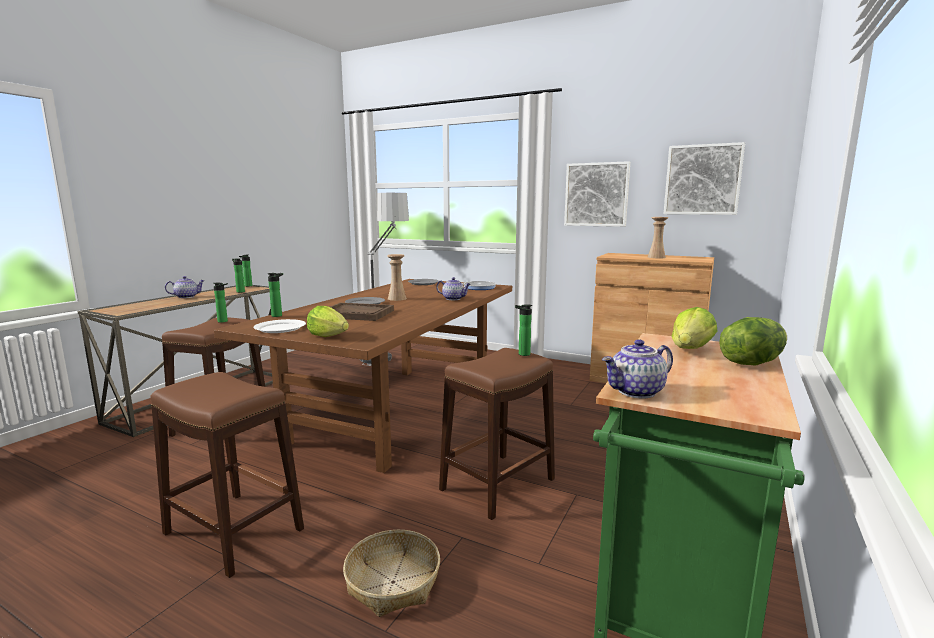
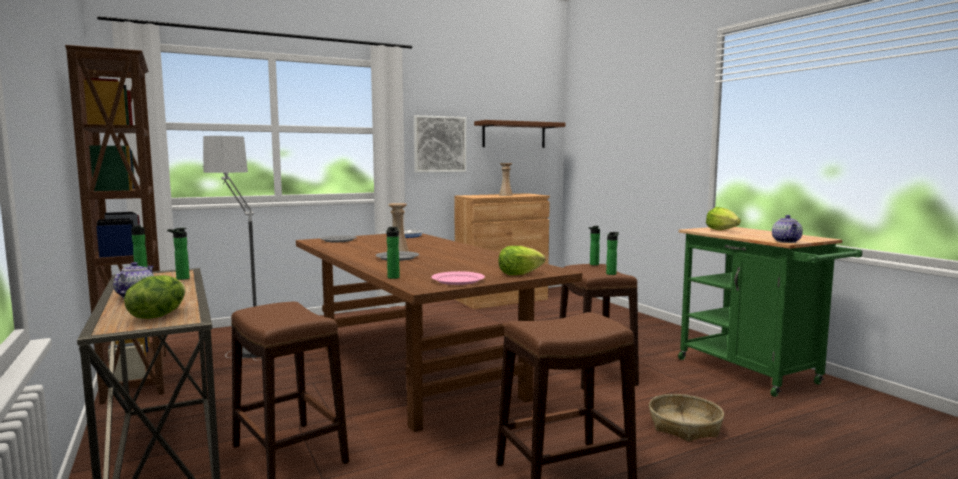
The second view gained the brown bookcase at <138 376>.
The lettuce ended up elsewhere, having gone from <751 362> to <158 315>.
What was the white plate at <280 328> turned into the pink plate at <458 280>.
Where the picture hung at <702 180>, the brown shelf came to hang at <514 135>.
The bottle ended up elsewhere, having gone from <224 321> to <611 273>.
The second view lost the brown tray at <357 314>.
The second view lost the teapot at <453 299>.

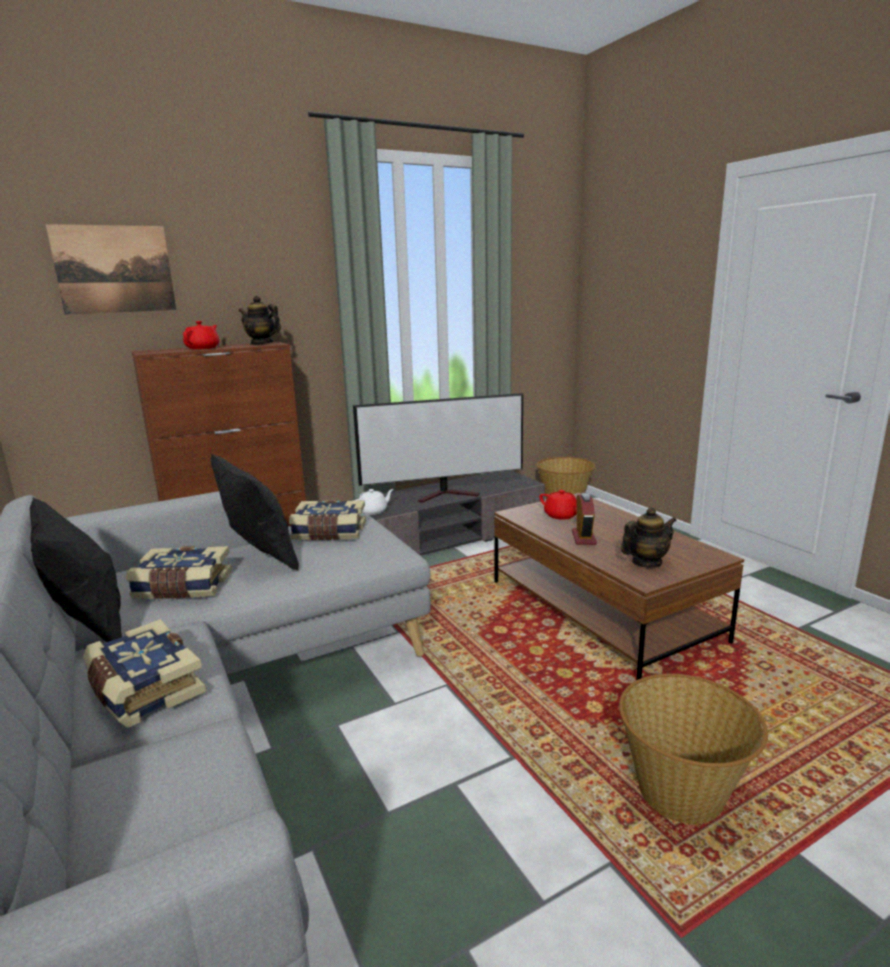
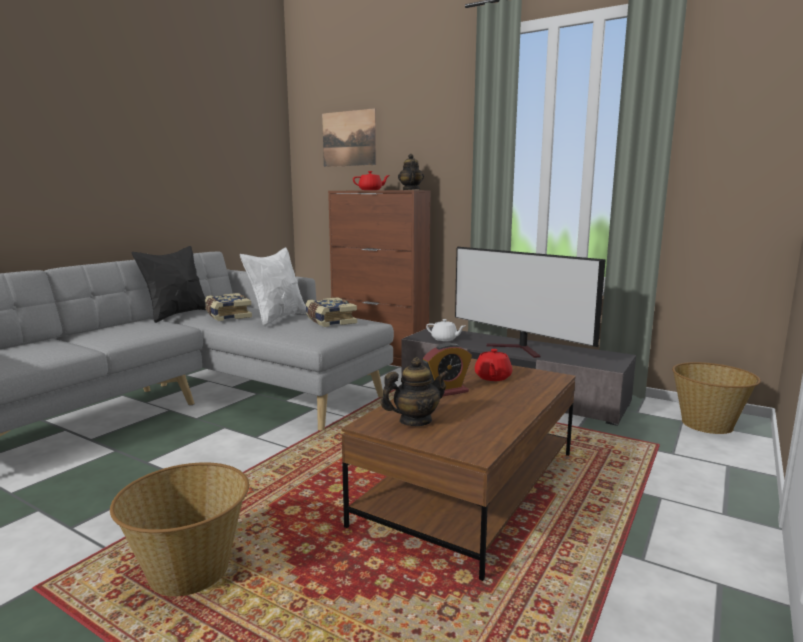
What was the black pillow at <260 558> turned into the white pillow at <277 319>.
The teapot at <646 562> ended up facing another way, 60 degrees counterclockwise from before.
The second view lost the book at <144 689>.

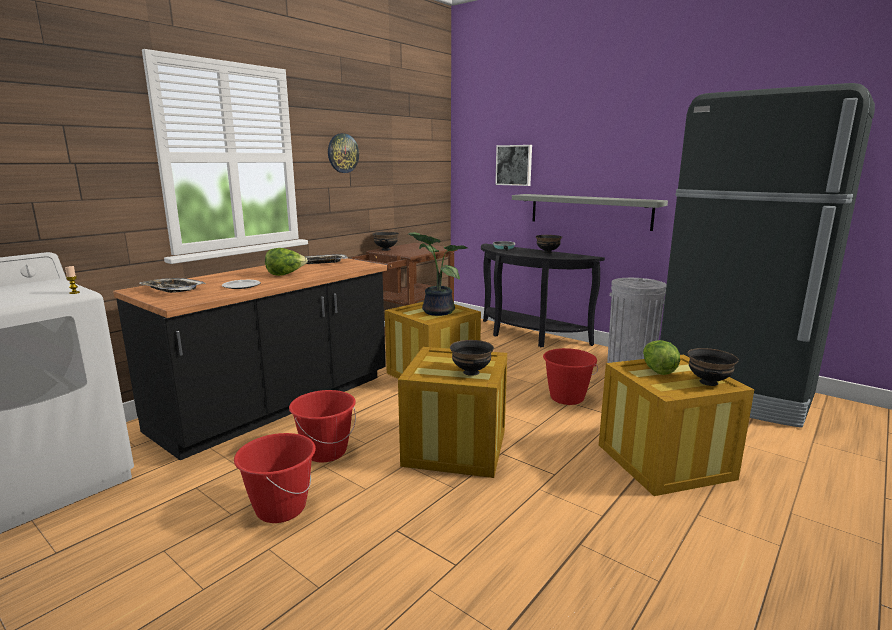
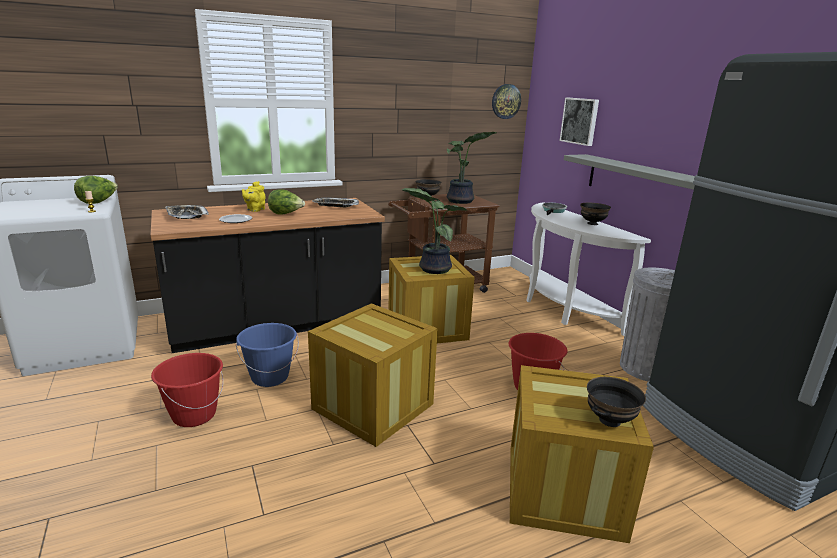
The lettuce ended up elsewhere, having gone from <657 370> to <98 202>.
What was the red bucket at <325 452> turned into the blue bucket at <270 377>.
The second view gained the yellow teapot at <255 210>.
The second view gained the potted plant at <461 201>.
The wall clock ended up elsewhere, having gone from <342 153> to <505 101>.
What was the black console table at <527 336> turned into the white console table at <561 309>.
The second view lost the black bowl at <471 372>.

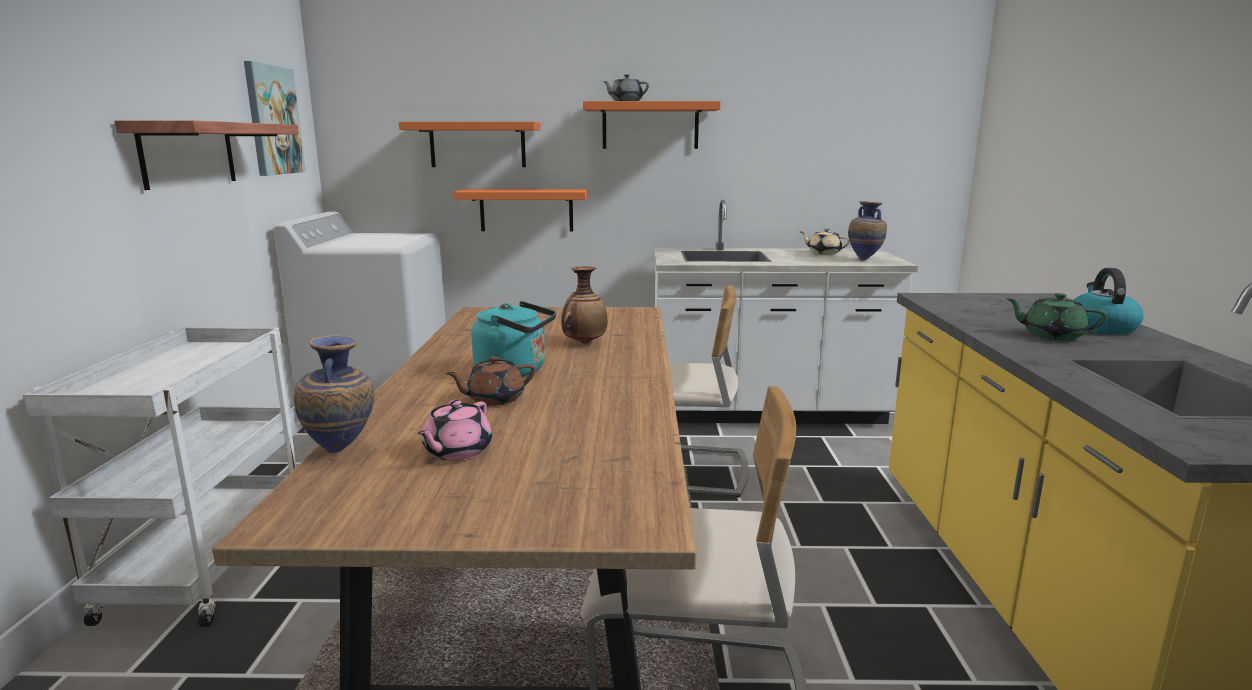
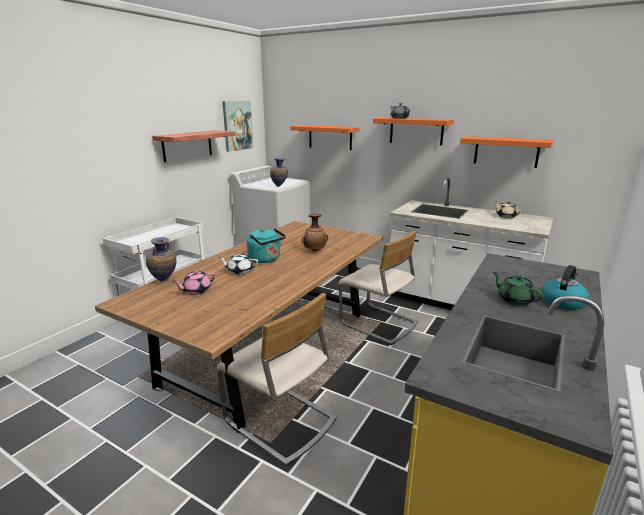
What was the brown teapot at <494 399> turned into the white teapot at <239 271>.
The vase ended up elsewhere, having gone from <865 259> to <279 186>.
The orange shelf ended up elsewhere, having gone from <526 210> to <506 151>.

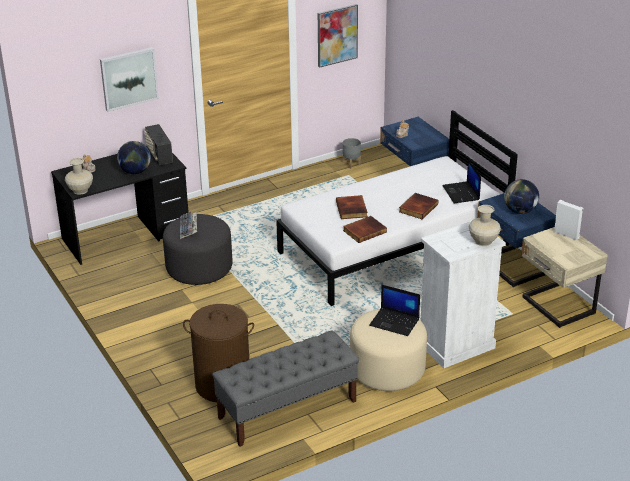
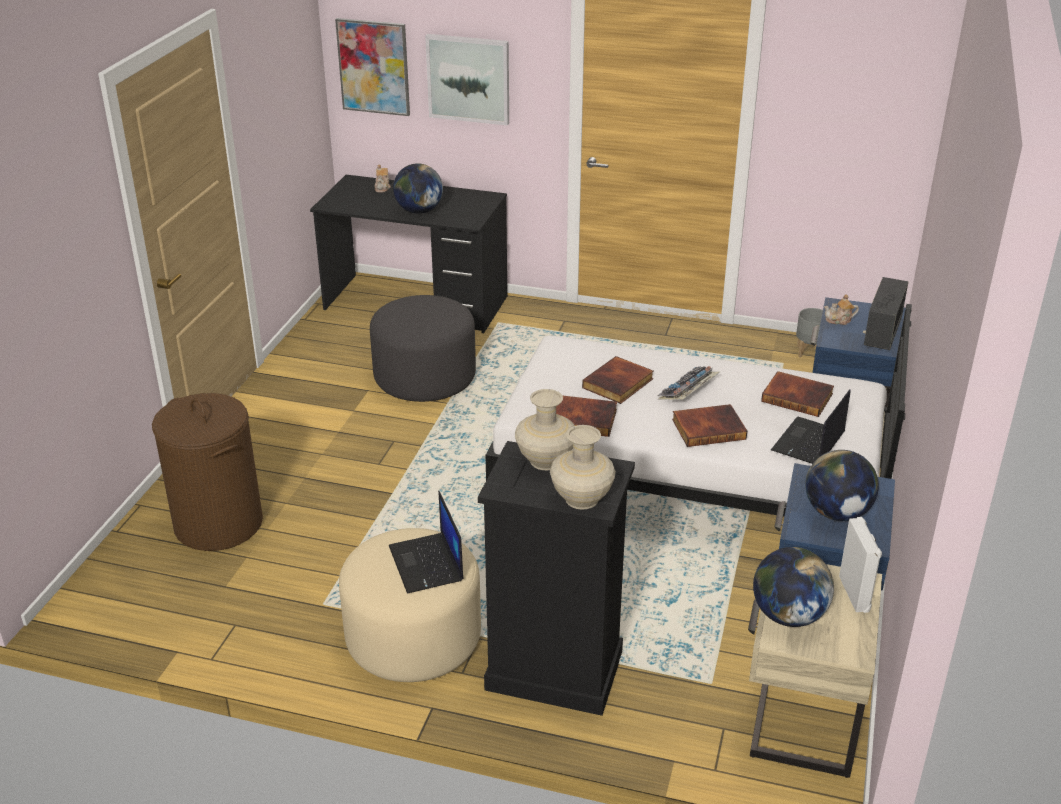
The picture ended up elsewhere, having gone from <337 35> to <373 67>.
What was the white dresser at <455 345> turned into the black dresser at <553 671>.
The beige vase ended up elsewhere, having gone from <80 191> to <545 461>.
The keyboard ended up elsewhere, having gone from <189 228> to <688 391>.
The second view gained the globe at <788 616>.
The second view gained the book at <798 397>.
The radio ended up elsewhere, having gone from <159 156> to <881 332>.
The second view lost the grey bench at <287 410>.

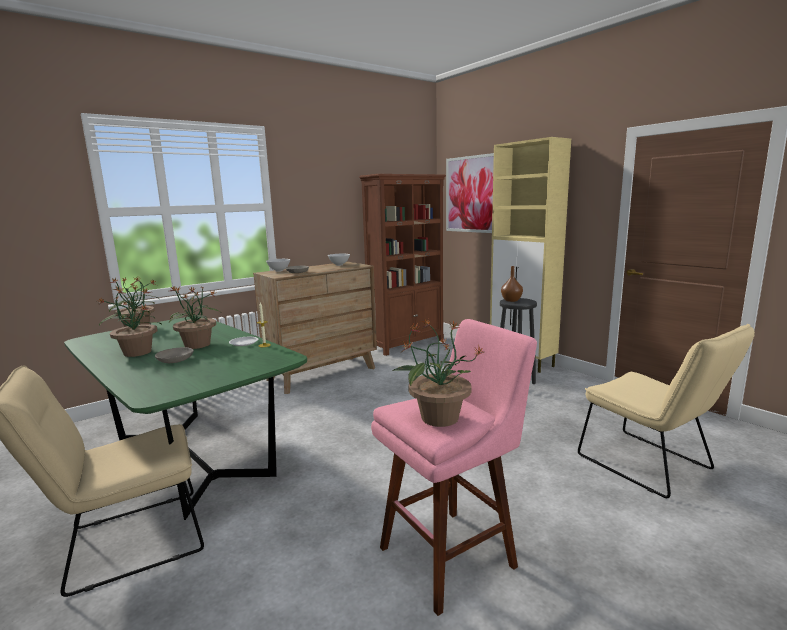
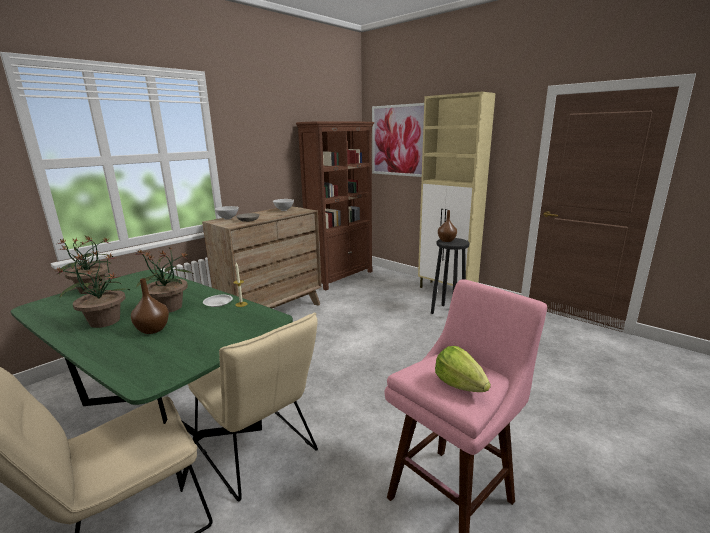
Where the grey bowl stood at <176 360>, the brown vase came to stand at <153 329>.
The beige chair ended up elsewhere, having gone from <651 466> to <260 452>.
Where the potted plant stood at <438 418>, the lettuce came to stand at <459 384>.

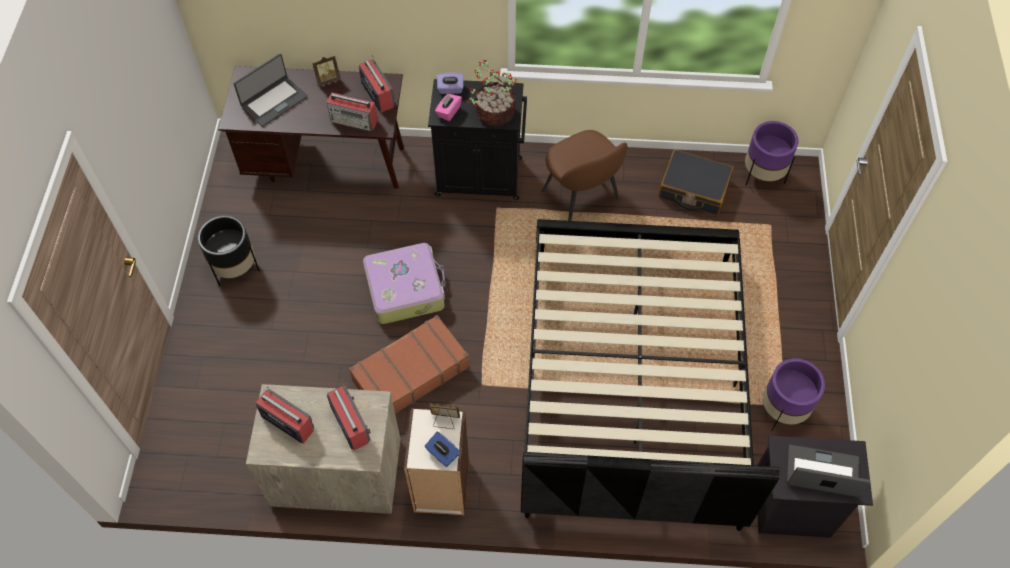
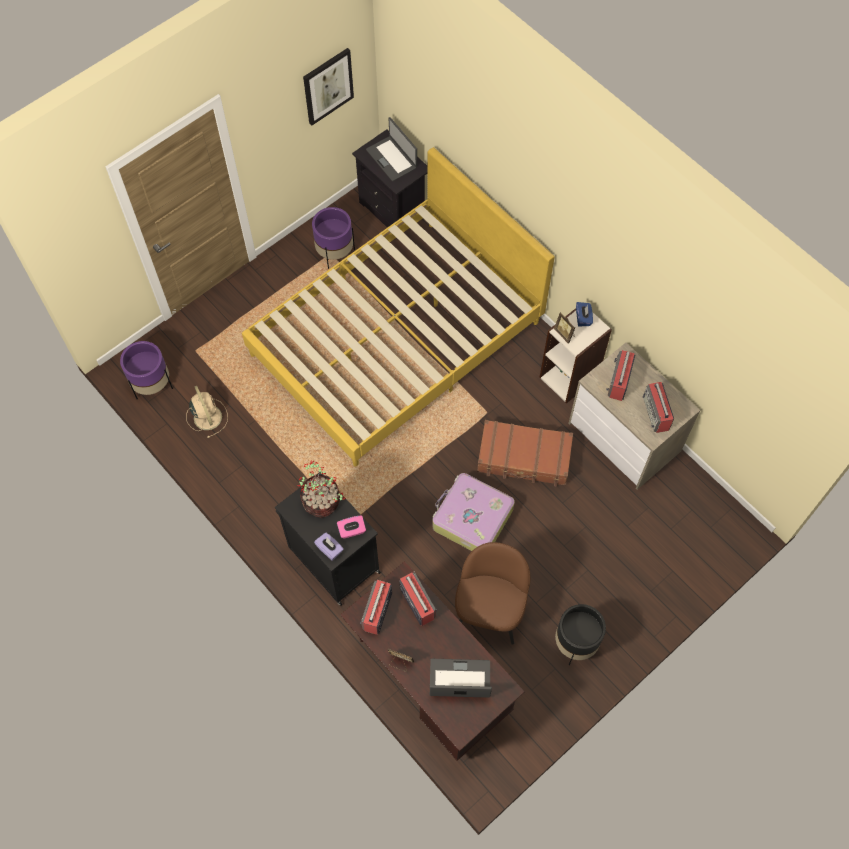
Where the black suitcase stood at <693 189>, the beige fan came to stand at <207 416>.
What was the black bed at <631 380> turned into the yellow bed at <397 338>.
The second view gained the picture at <328 86>.
The brown chair ended up elsewhere, having gone from <581 197> to <489 611>.

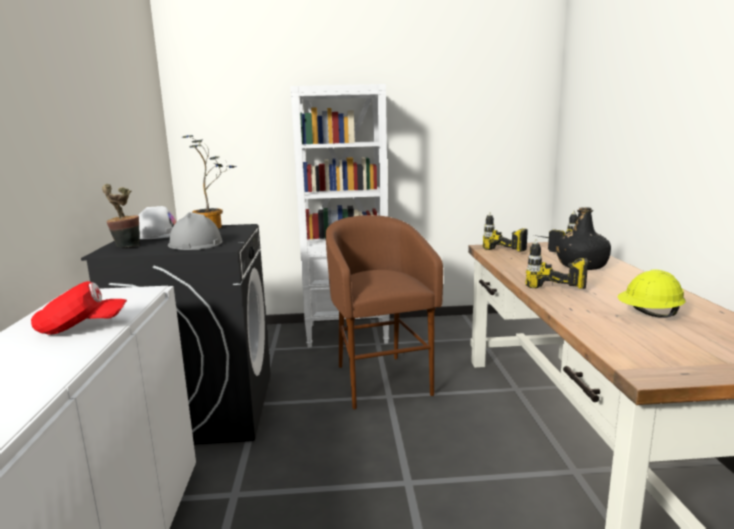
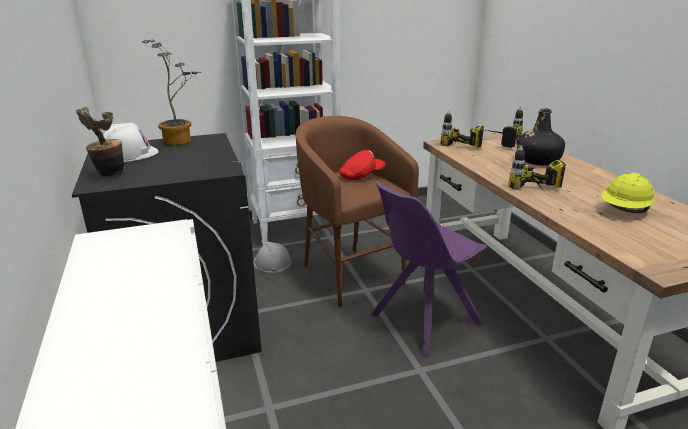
The grey hard hat ended up elsewhere, having gone from <195 244> to <272 263>.
The red cap ended up elsewhere, having gone from <81 327> to <361 176>.
The second view gained the purple chair at <423 320>.

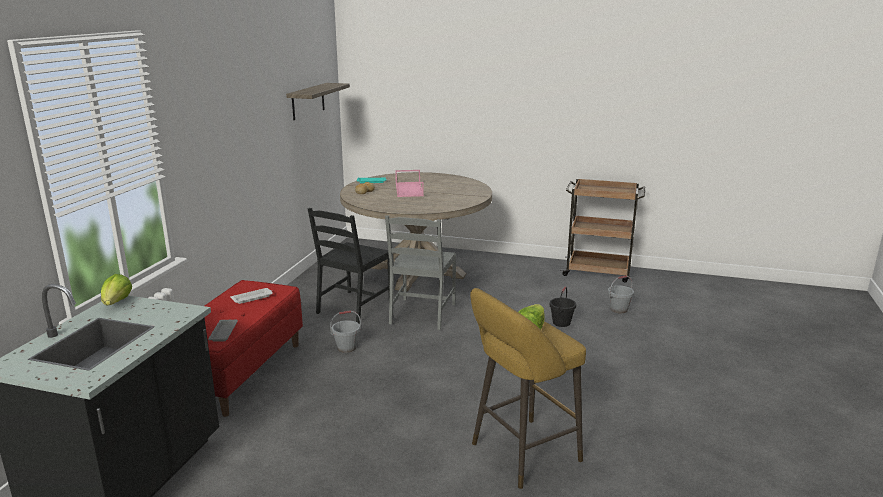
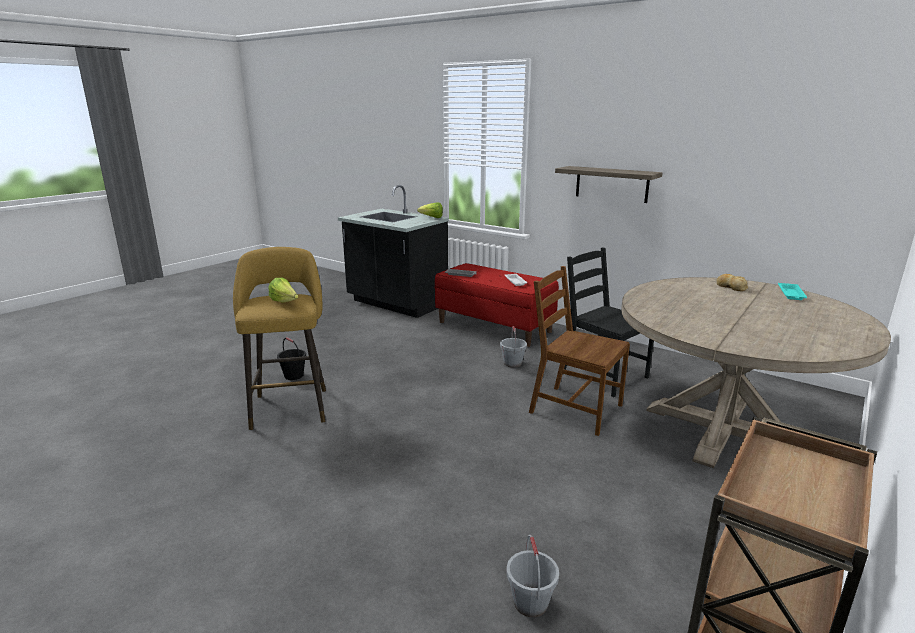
The black bucket ended up elsewhere, having gone from <561 323> to <294 375>.
What was the grey chair at <422 314> turned into the brown chair at <574 409>.
The shelf ended up elsewhere, having gone from <308 101> to <611 184>.
The second view lost the pink tray at <408 189>.

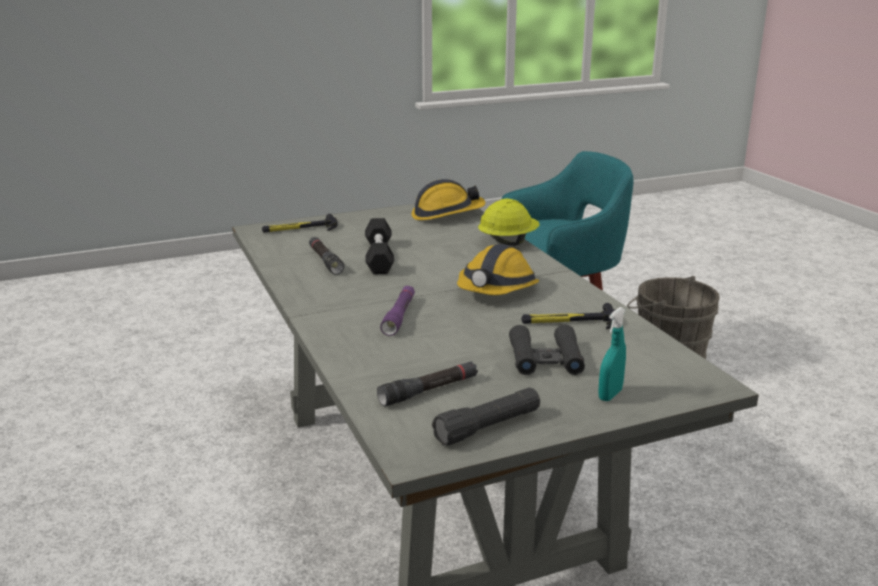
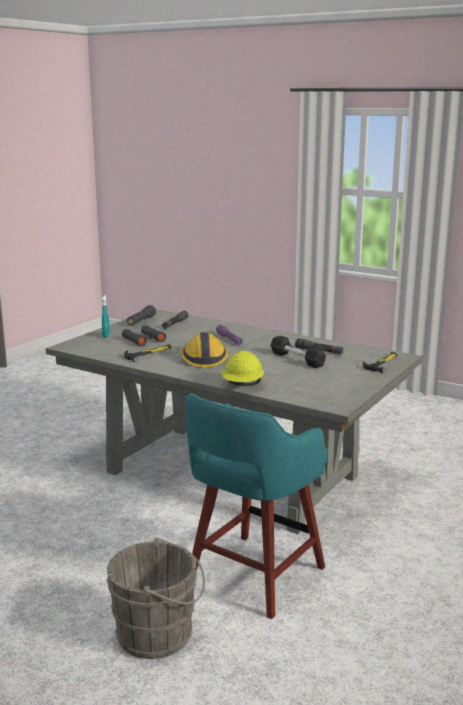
The second view lost the hard hat at <446 214>.

